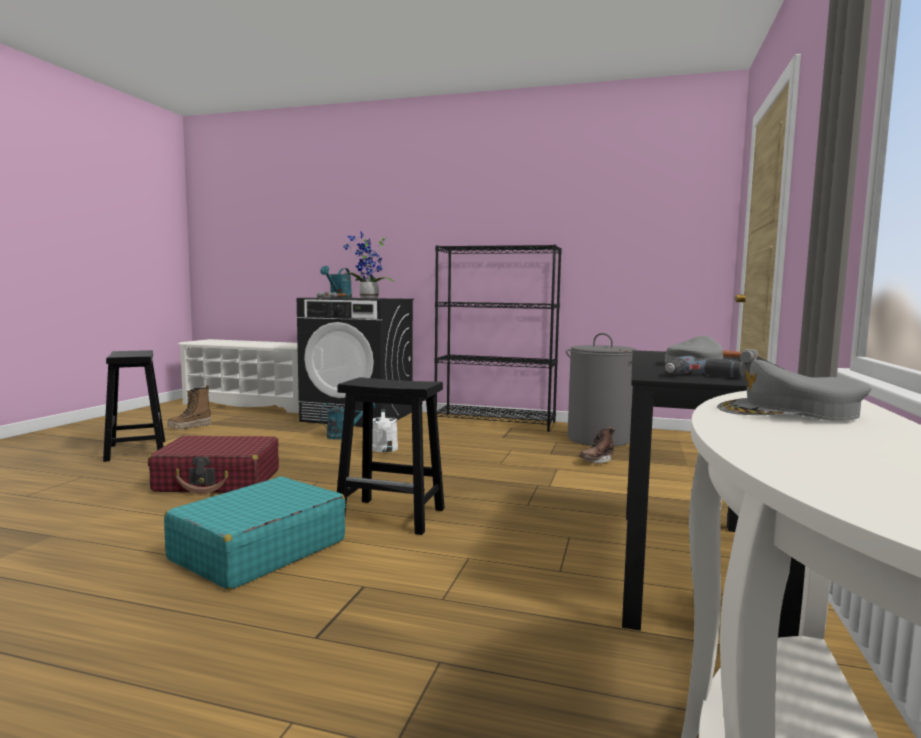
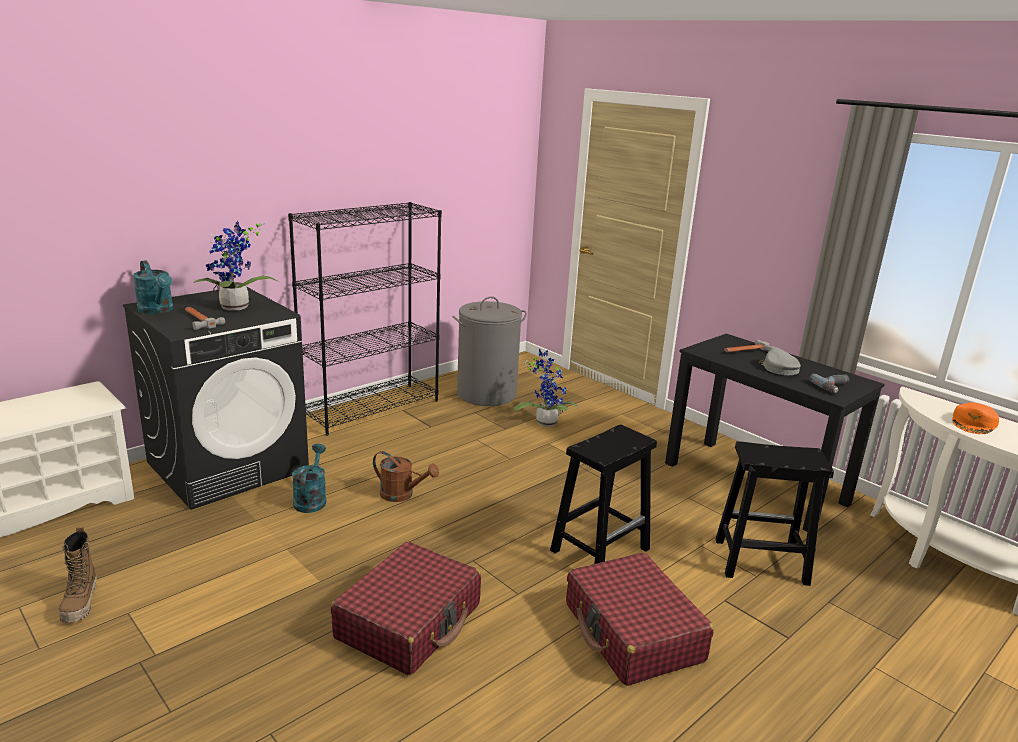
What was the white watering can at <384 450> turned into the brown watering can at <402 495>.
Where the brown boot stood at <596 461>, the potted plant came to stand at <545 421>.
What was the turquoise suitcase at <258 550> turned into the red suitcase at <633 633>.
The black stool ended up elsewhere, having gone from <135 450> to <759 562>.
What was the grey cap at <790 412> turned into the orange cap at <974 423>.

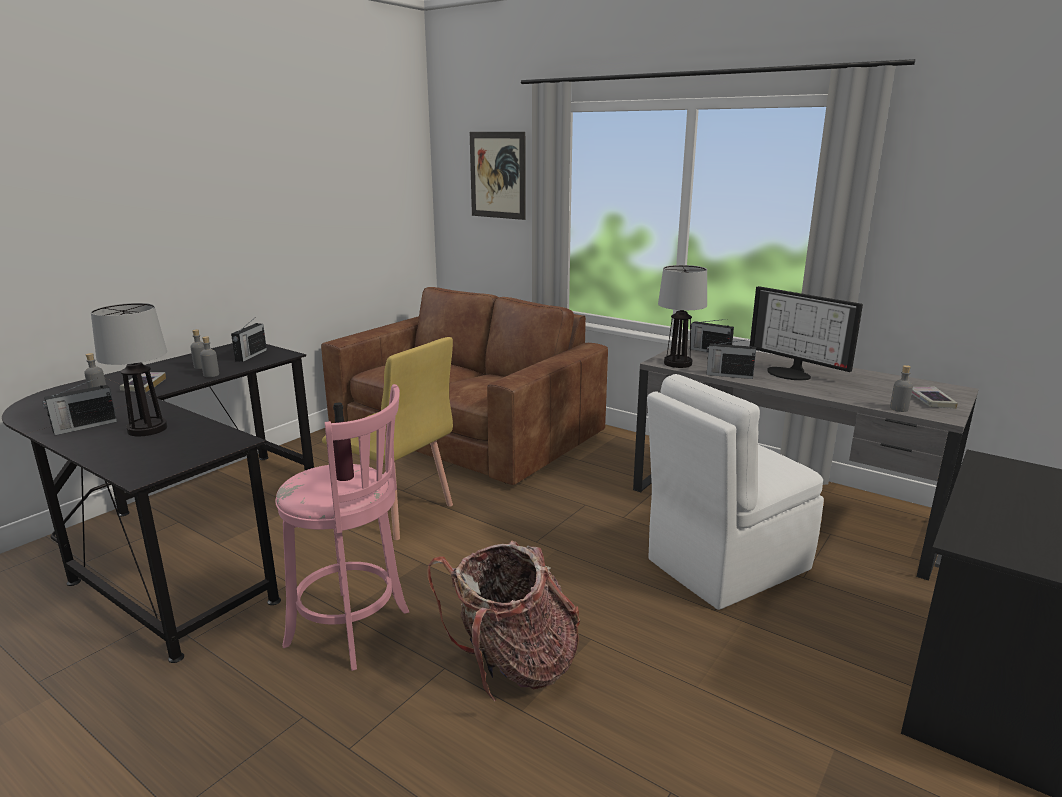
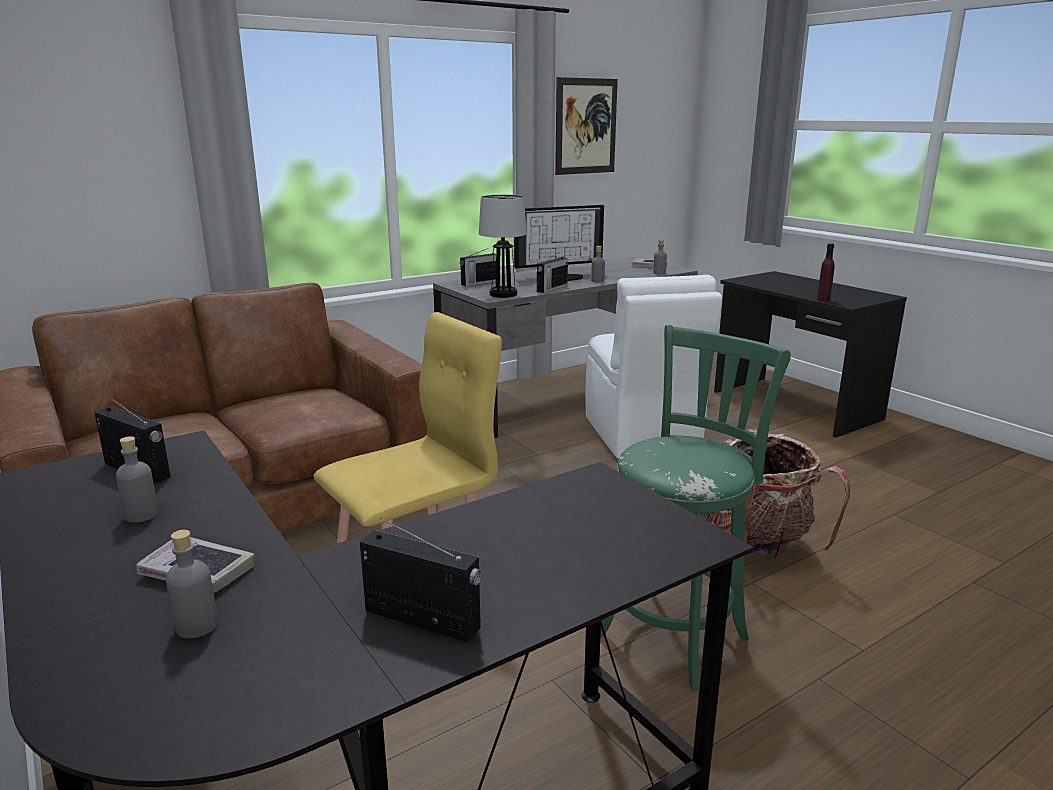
The radio at <84 427> ended up facing another way, 45 degrees counterclockwise from before.
The picture ended up elsewhere, having gone from <497 175> to <586 126>.
The grey bottle ended up elsewhere, having gone from <211 375> to <597 281>.
What was the pink stool at <354 630> turned into the green stool at <676 633>.
The purple bottle ended up elsewhere, having gone from <345 477> to <823 299>.
The second view lost the table lamp at <147 429>.

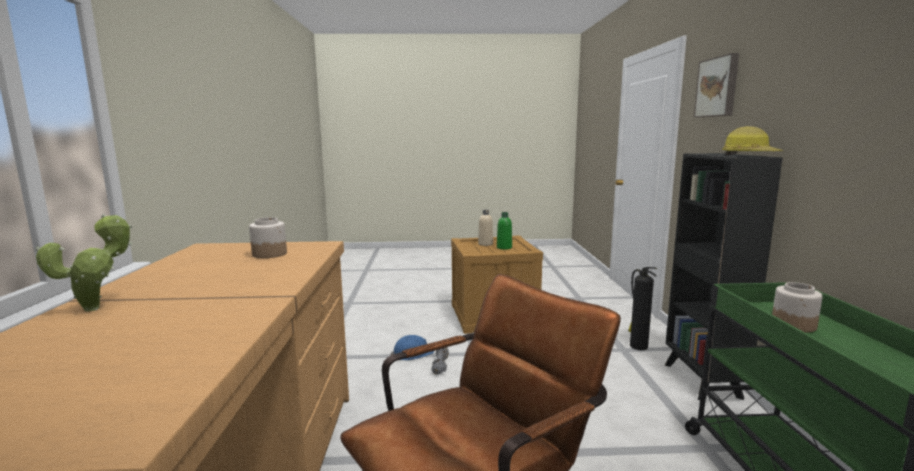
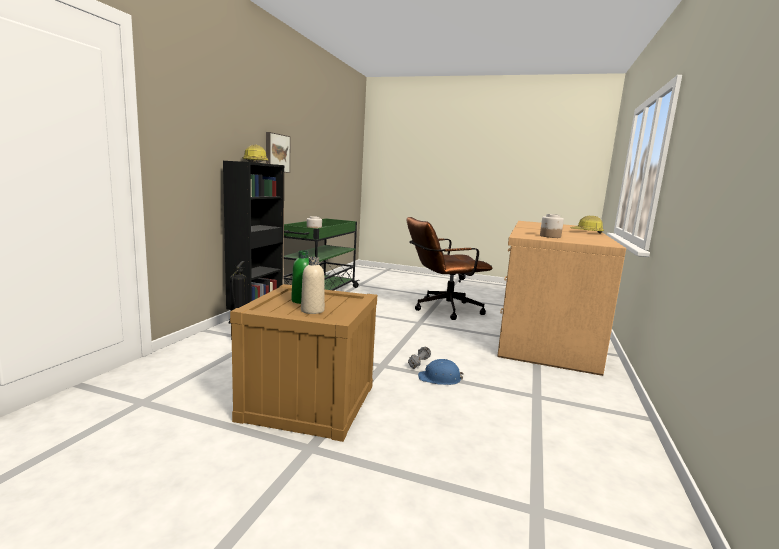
The picture ended up elsewhere, having gone from <718 87> to <276 153>.
Where the potted plant stood at <98 307>, the hard hat came to stand at <586 232>.

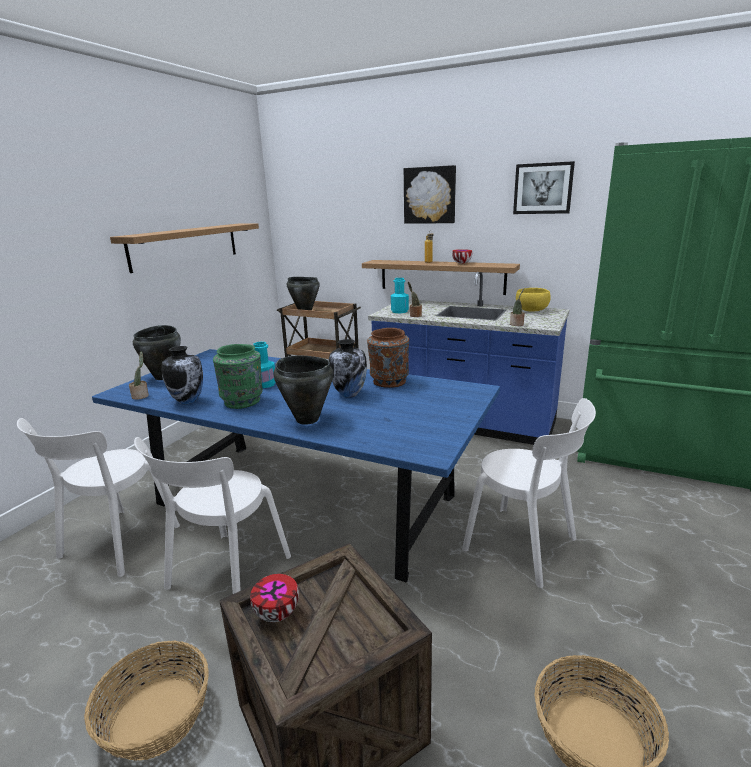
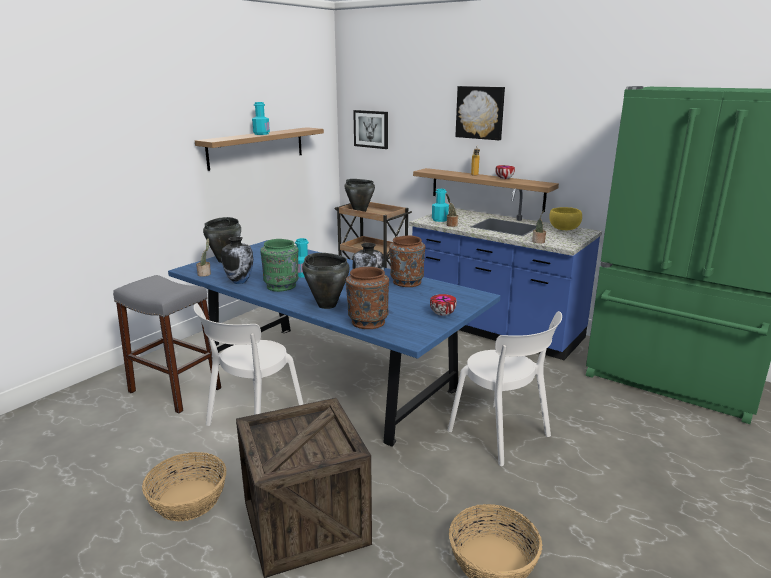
Where the white chair stood at <116 544>, the grey stool came to stand at <175 390>.
The second view gained the turquoise bottle at <261 134>.
The second view gained the brown vase at <367 322>.
The picture ended up elsewhere, having gone from <543 188> to <371 129>.
The bowl ended up elsewhere, having gone from <278 613> to <443 314>.

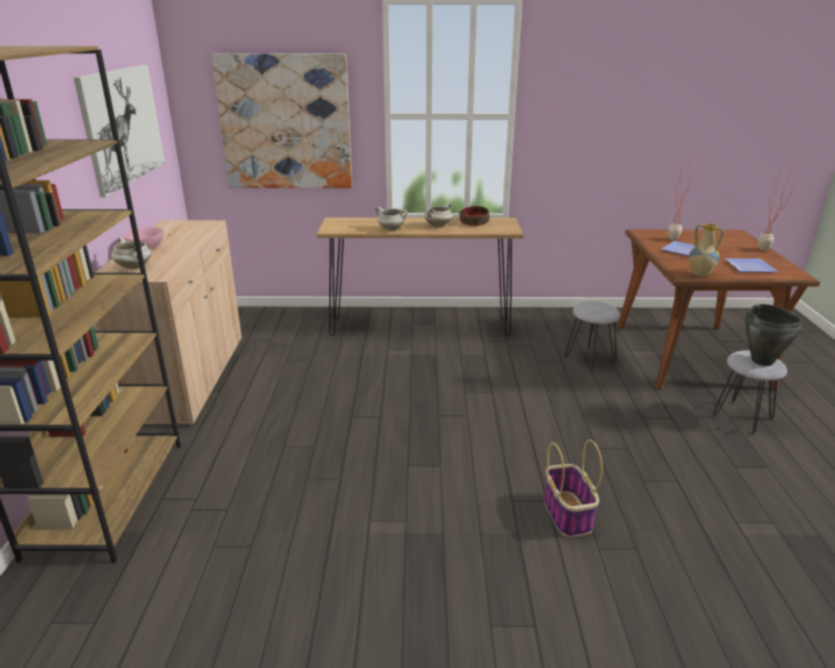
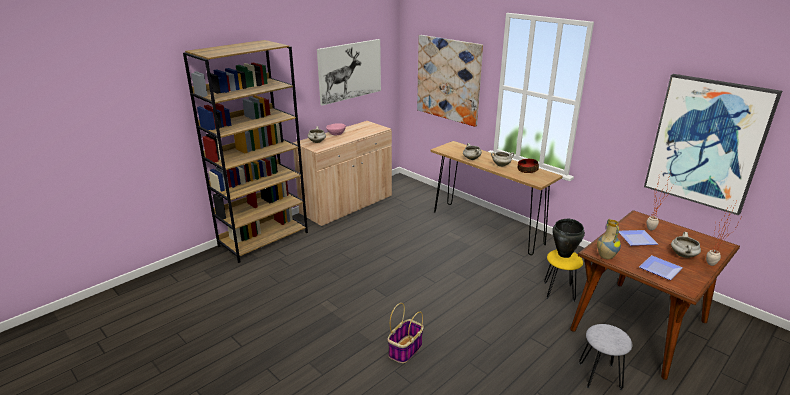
What was the grey stool at <589 359> turned into the yellow stool at <559 291>.
The black cooking pot ended up elsewhere, having gone from <762 361> to <564 254>.
The second view gained the picture at <707 143>.
The second view gained the white cooking pot at <683 255>.

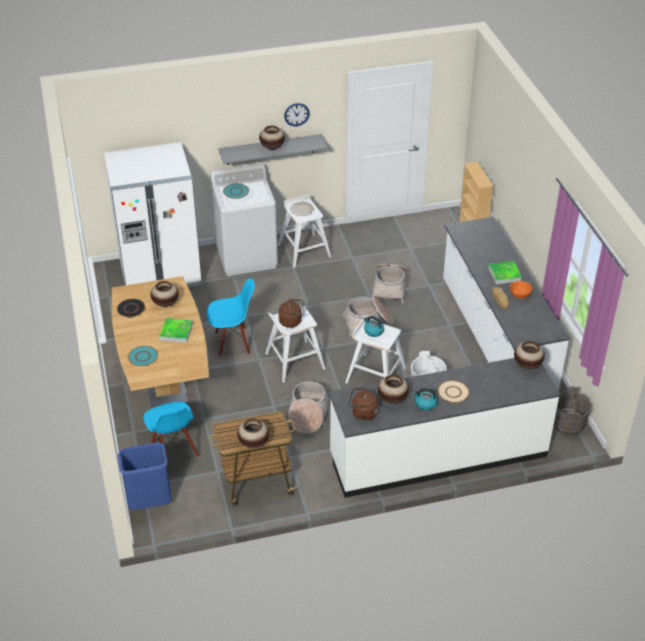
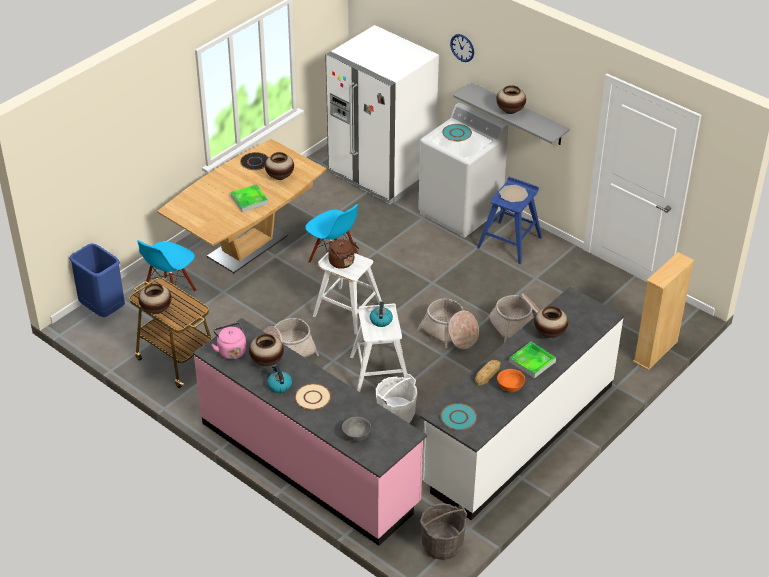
What was the white counter at <438 455> turned into the pink counter at <309 463>.
What was the brown kettle at <362 413> turned into the pink kettle at <231 350>.
The second view gained the grey bowl at <356 434>.
The turquoise plate ended up elsewhere, having gone from <143 356> to <458 417>.
The wall clock ended up elsewhere, having gone from <296 114> to <462 47>.
What was the white stool at <304 250> turned into the blue stool at <510 242>.
The vase ended up elsewhere, having gone from <527 365> to <549 333>.

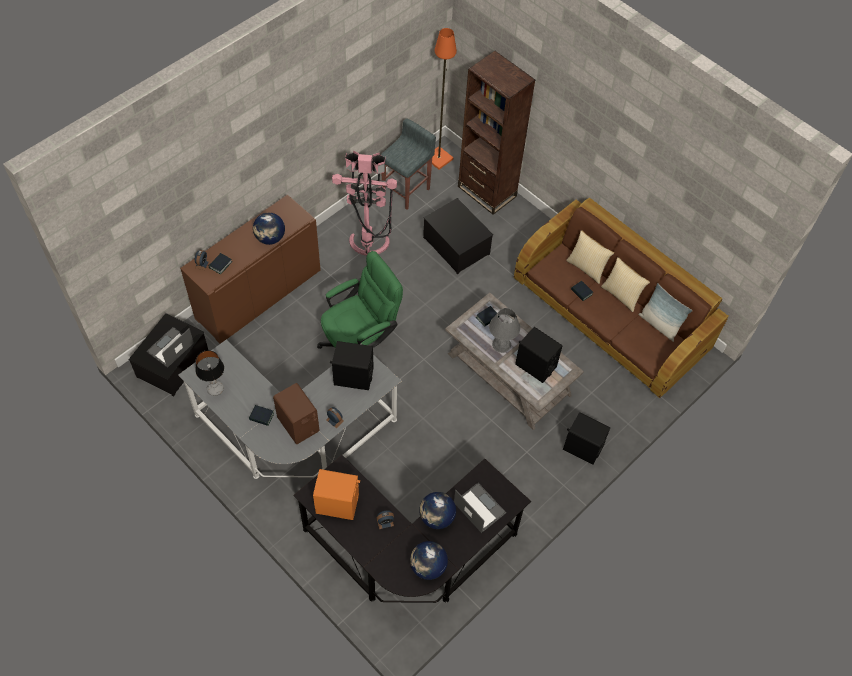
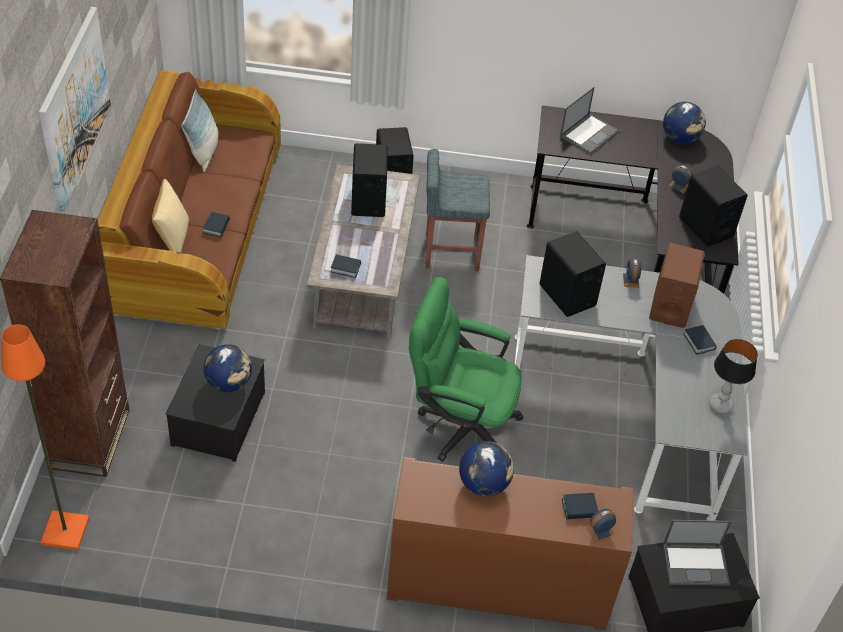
The second view gained the picture at <74 107>.
The globe ended up elsewhere, having gone from <436 517> to <229 383>.
The grey stool ended up elsewhere, having gone from <406 190> to <450 252>.
The laptop at <478 507> ended up facing another way, 150 degrees counterclockwise from before.
What was the orange speaker at <337 504> turned into the black speaker at <705 227>.
The second view lost the pink floor lamp at <368 251>.
The second view lost the grey table lamp at <501 344>.
The second view lost the pillow at <621 295>.

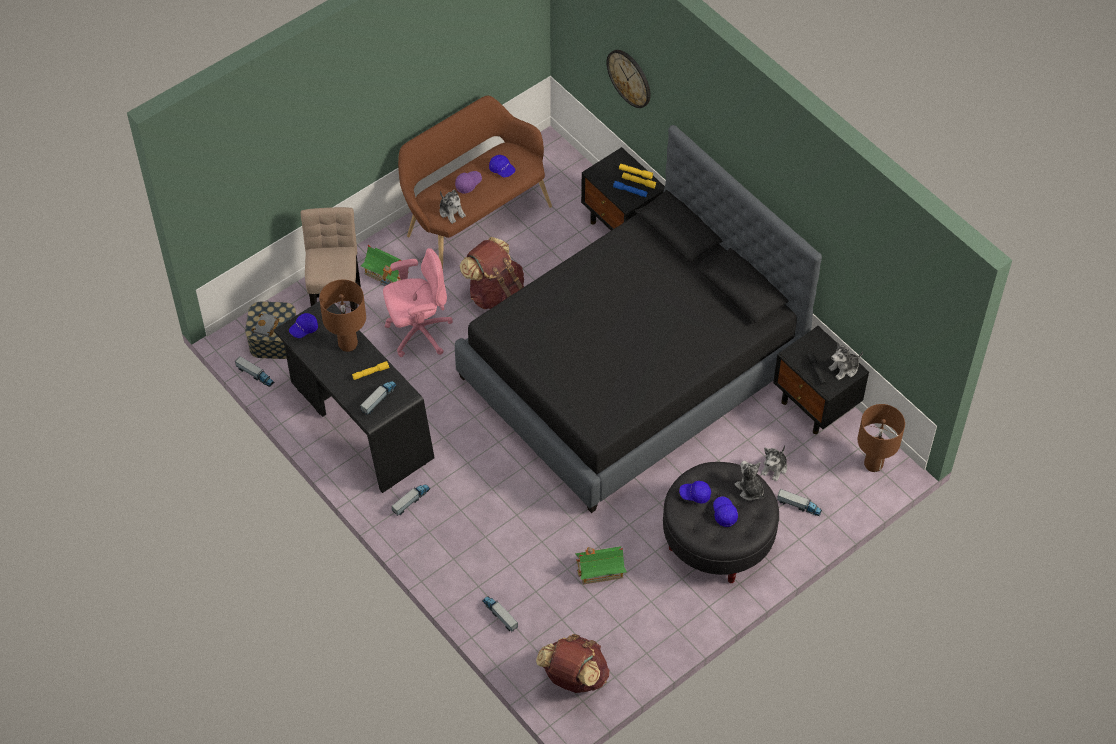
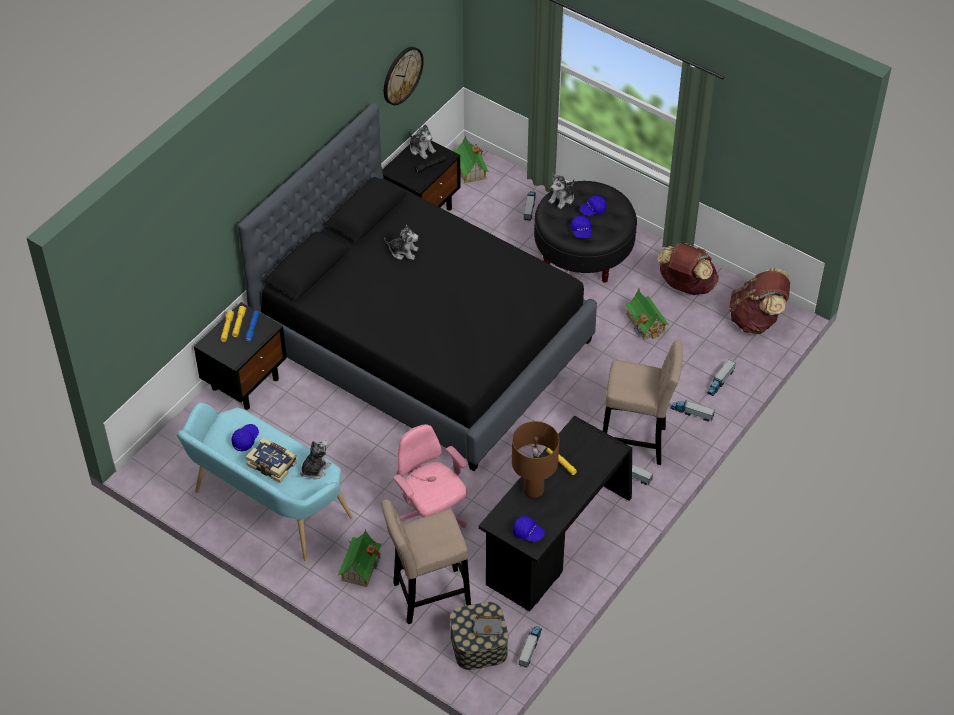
What was the brown bench at <473 219> turned into the turquoise bench at <266 508>.
Where the purple cap stood at <468 184>, the book came to stand at <272 464>.
The wall clock ended up elsewhere, having gone from <629 78> to <402 75>.
The plush toy ended up elsewhere, having gone from <774 468> to <403 251>.
Where the brown table lamp stood at <873 464>, the toy house came to stand at <470 169>.
The second view gained the beige stool at <637 442>.
The brown backpack ended up elsewhere, having gone from <495 293> to <686 286>.
The toy truck ended up elsewhere, having gone from <379 399> to <692 413>.

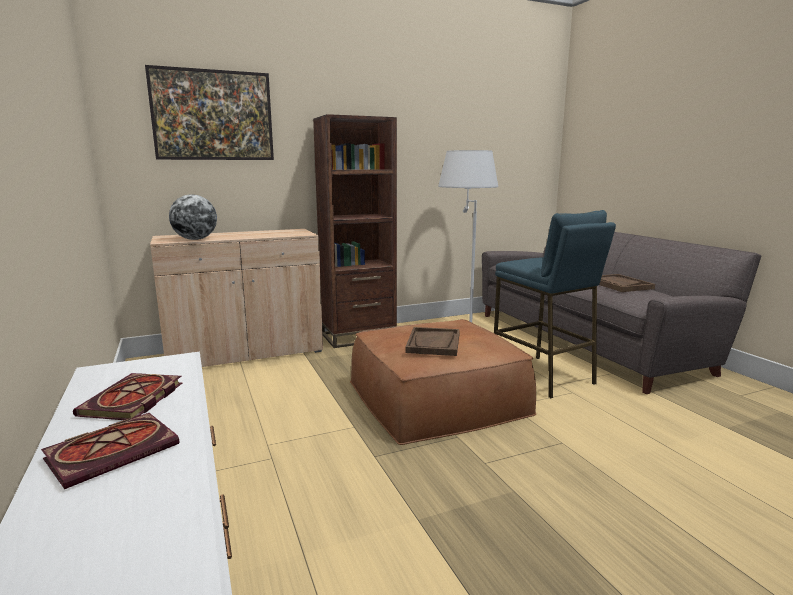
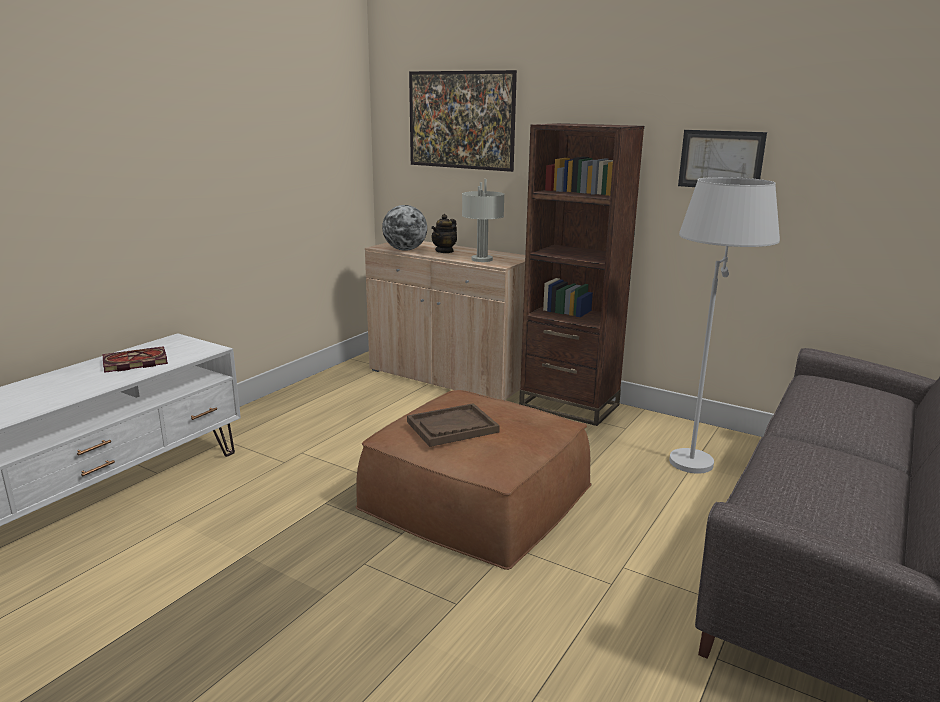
The second view gained the teapot at <444 251>.
The second view gained the grey table lamp at <482 259>.
The second view gained the picture at <721 160>.
The second view lost the book at <115 450>.
The second view lost the blue stool at <543 376>.
The second view lost the brown tray at <619 285>.

